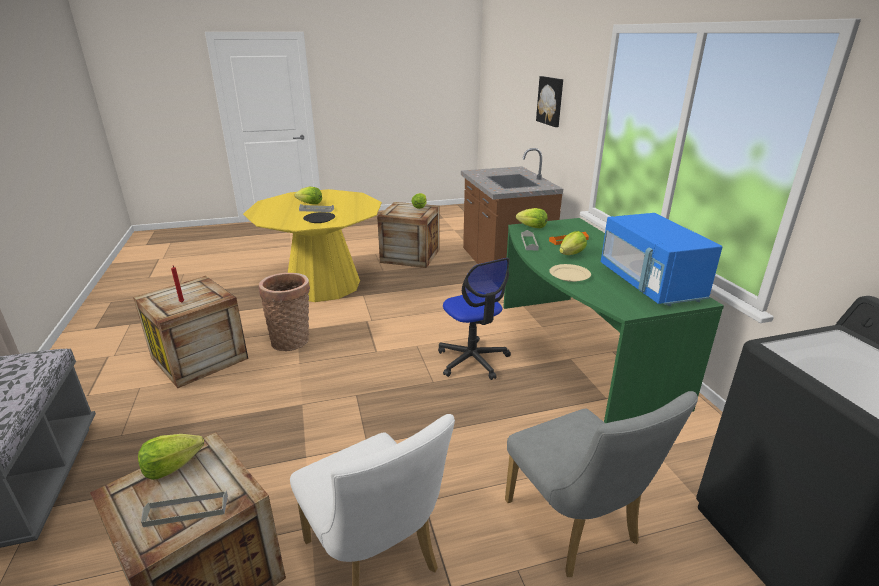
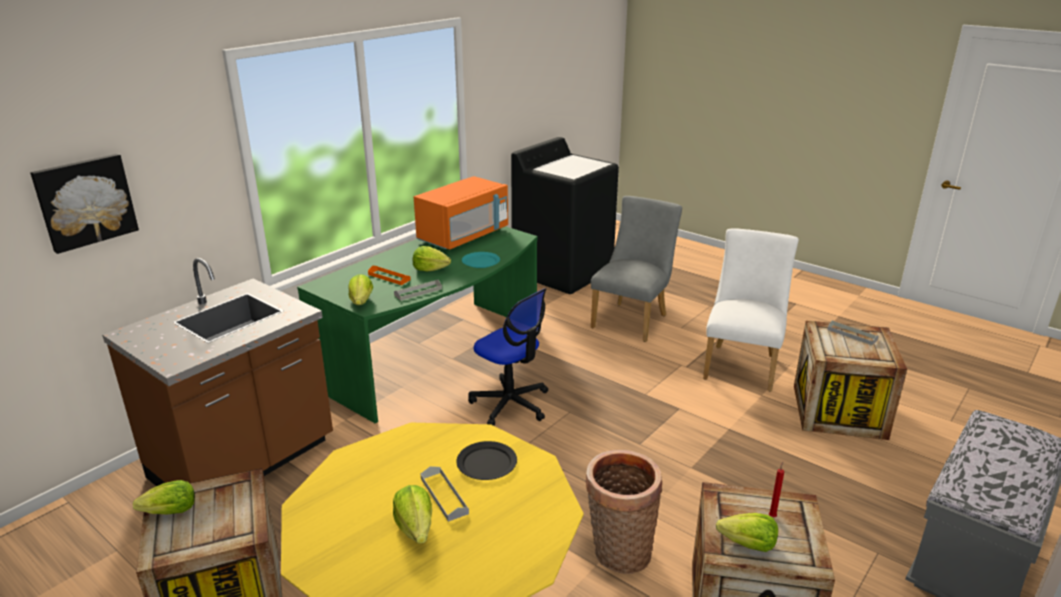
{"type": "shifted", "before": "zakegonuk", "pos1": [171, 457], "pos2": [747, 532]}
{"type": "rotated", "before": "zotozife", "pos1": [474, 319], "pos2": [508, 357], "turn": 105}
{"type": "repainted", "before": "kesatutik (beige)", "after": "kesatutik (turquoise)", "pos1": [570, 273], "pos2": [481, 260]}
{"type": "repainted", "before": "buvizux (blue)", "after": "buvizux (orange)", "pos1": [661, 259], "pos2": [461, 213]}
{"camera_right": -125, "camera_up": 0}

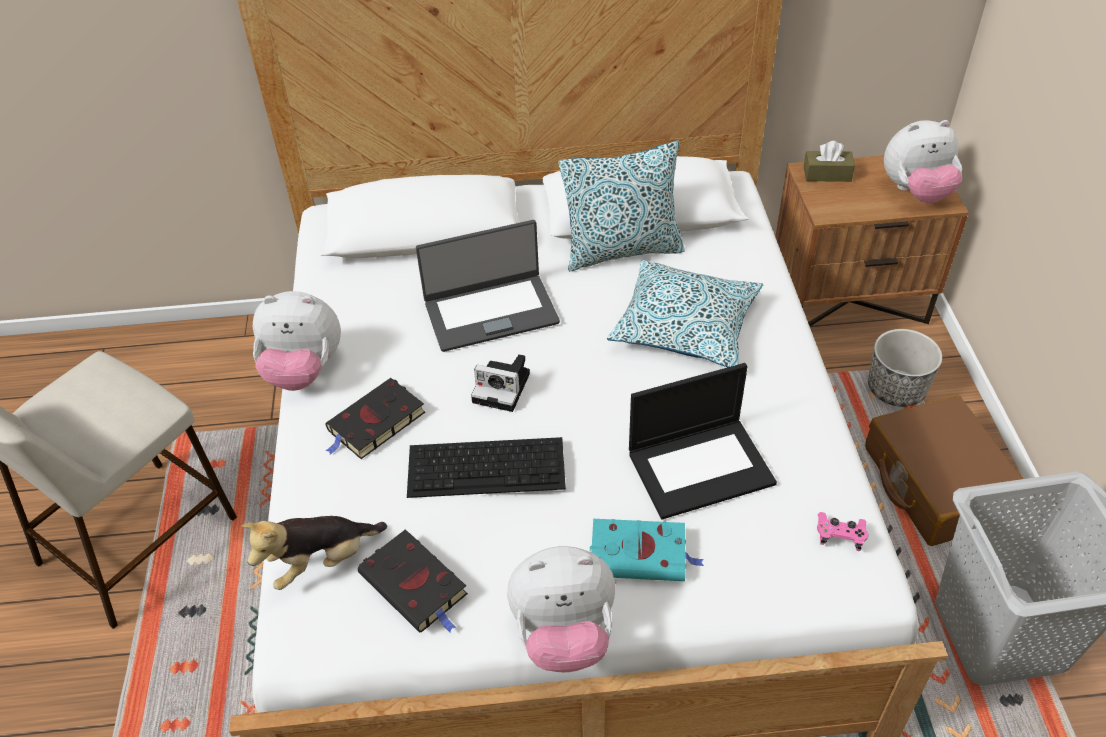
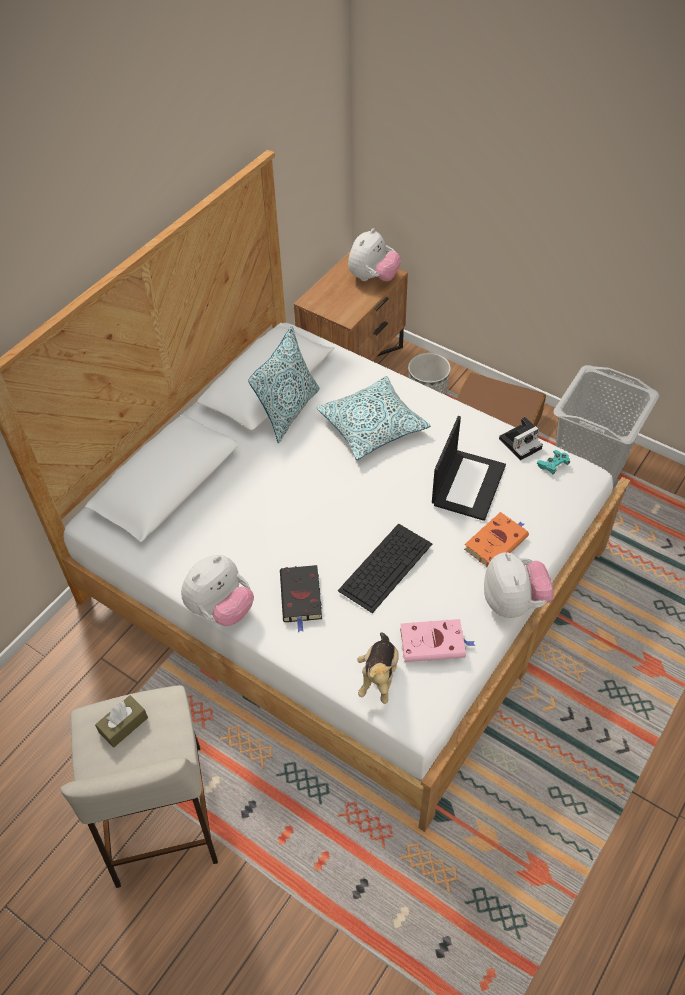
{"type": "repainted", "before": "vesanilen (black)", "after": "vesanilen (pink)", "pos1": [413, 580], "pos2": [438, 640]}
{"type": "gone", "before": "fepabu", "pos1": [488, 286]}
{"type": "shifted", "before": "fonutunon", "pos1": [500, 383], "pos2": [521, 438]}
{"type": "rotated", "before": "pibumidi", "pos1": [561, 609], "pos2": [519, 585], "turn": -45}
{"type": "repainted", "before": "vesanilen (turquoise)", "after": "vesanilen (orange)", "pos1": [647, 550], "pos2": [496, 539]}
{"type": "shifted", "before": "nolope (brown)", "pos1": [829, 161], "pos2": [121, 721]}
{"type": "repainted", "before": "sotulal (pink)", "after": "sotulal (turquoise)", "pos1": [842, 531], "pos2": [553, 462]}
{"camera_right": -50, "camera_up": 5}

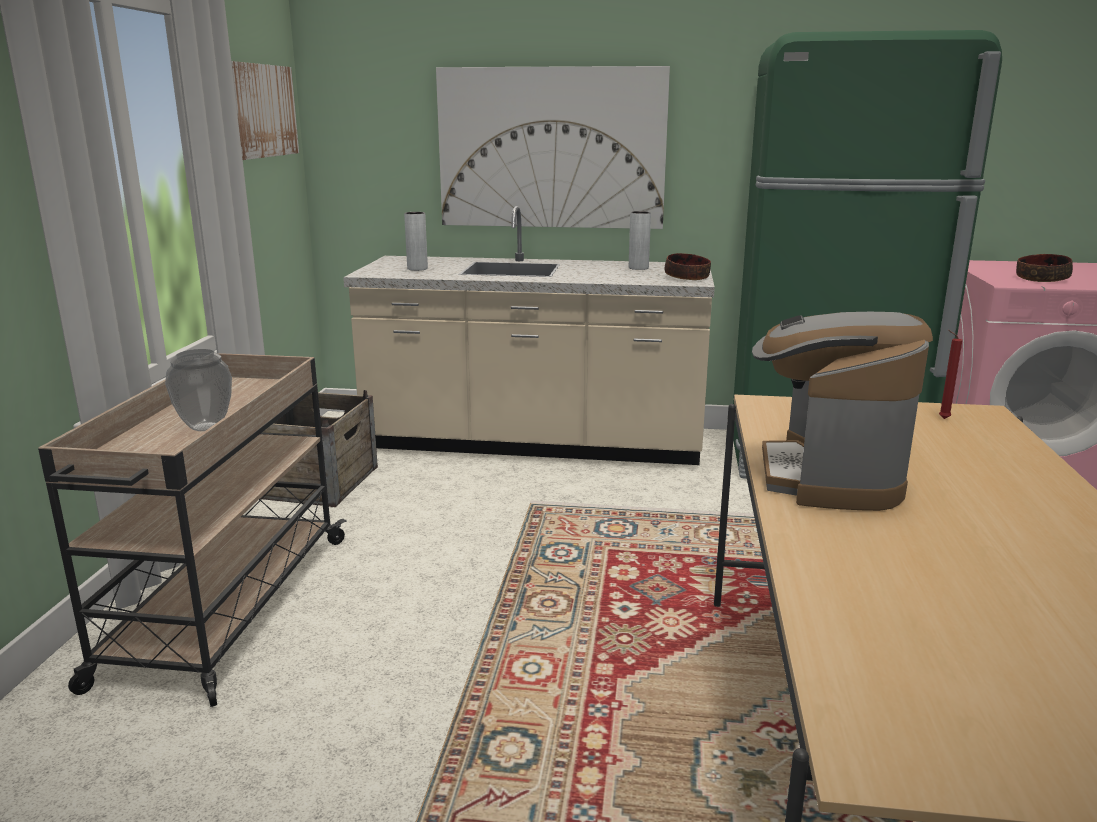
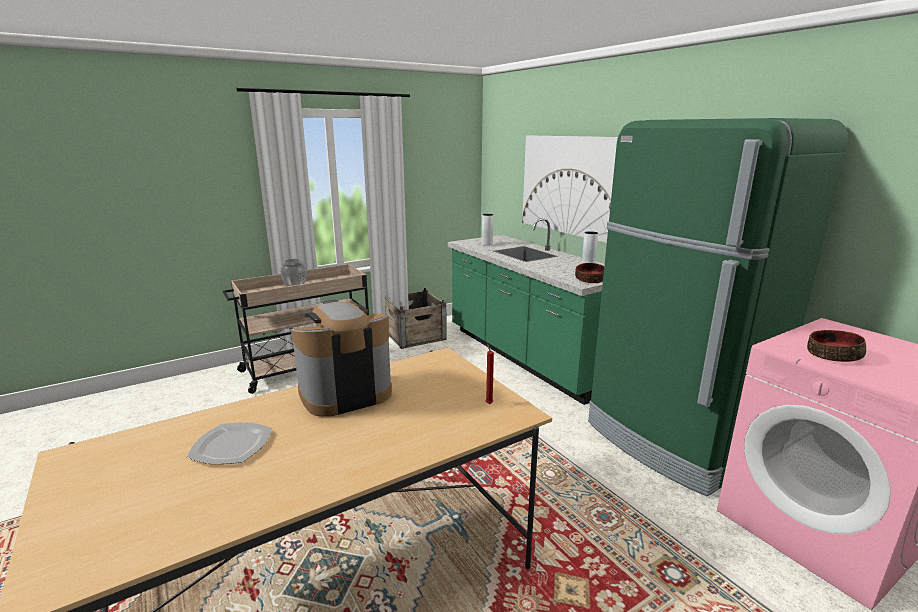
{"type": "gone", "before": "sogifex", "pos1": [265, 110]}
{"type": "repainted", "before": "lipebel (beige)", "after": "lipebel (green)", "pos1": [529, 335], "pos2": [526, 311]}
{"type": "new", "after": "kesatutik", "pos2": [229, 443]}
{"camera_right": 50, "camera_up": 0}

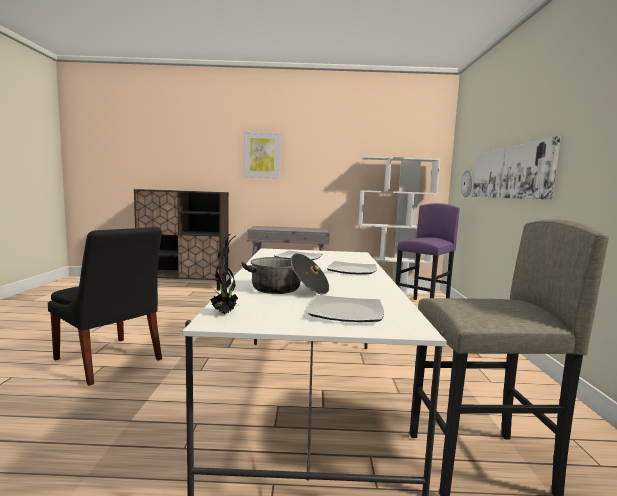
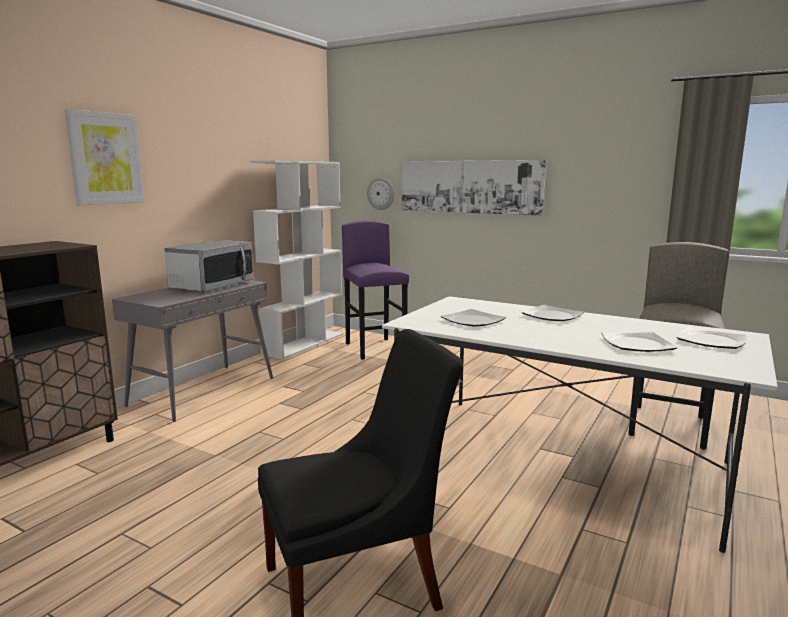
{"type": "gone", "before": "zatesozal", "pos1": [224, 274]}
{"type": "swapped", "before": "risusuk", "after": "kesatutik", "pos1": [285, 274], "pos2": [639, 342]}
{"type": "new", "after": "buvizux", "pos2": [209, 266]}
{"camera_right": -60, "camera_up": 5}

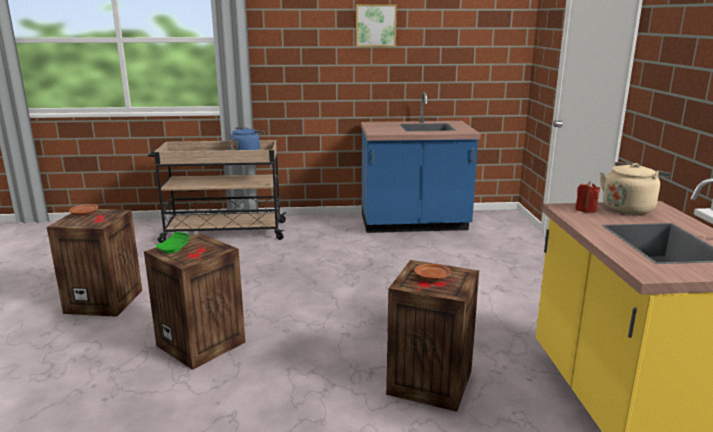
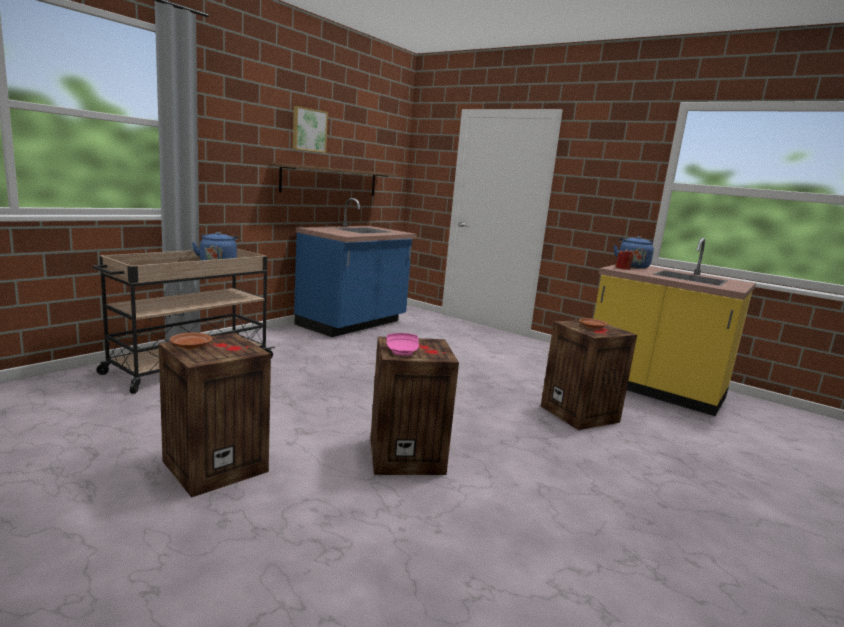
{"type": "repainted", "before": "kesatutik (green)", "after": "kesatutik (pink)", "pos1": [172, 243], "pos2": [402, 344]}
{"type": "repainted", "before": "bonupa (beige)", "after": "bonupa (blue)", "pos1": [635, 188], "pos2": [634, 252]}
{"type": "new", "after": "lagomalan", "pos2": [334, 179]}
{"camera_right": -50, "camera_up": -5}

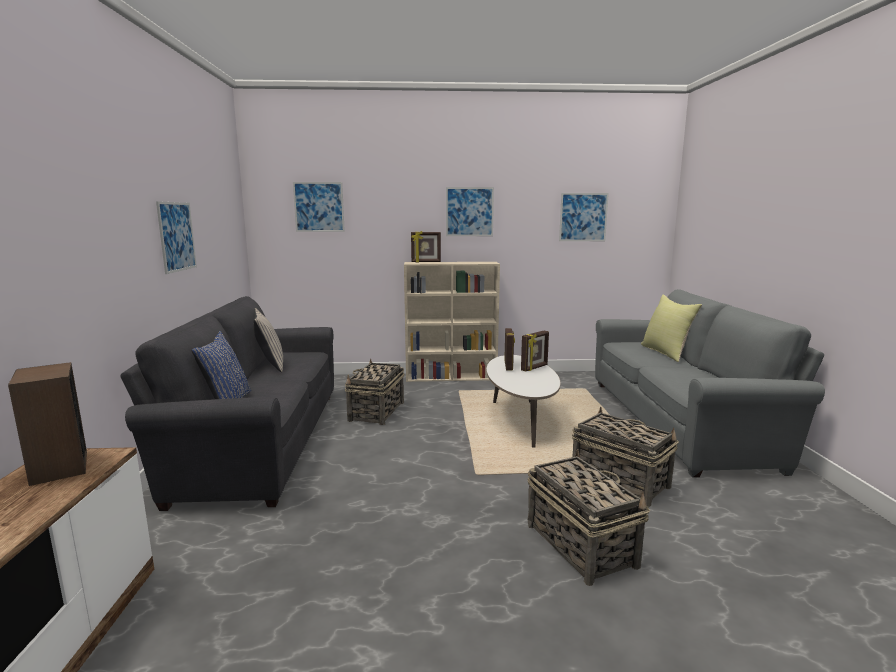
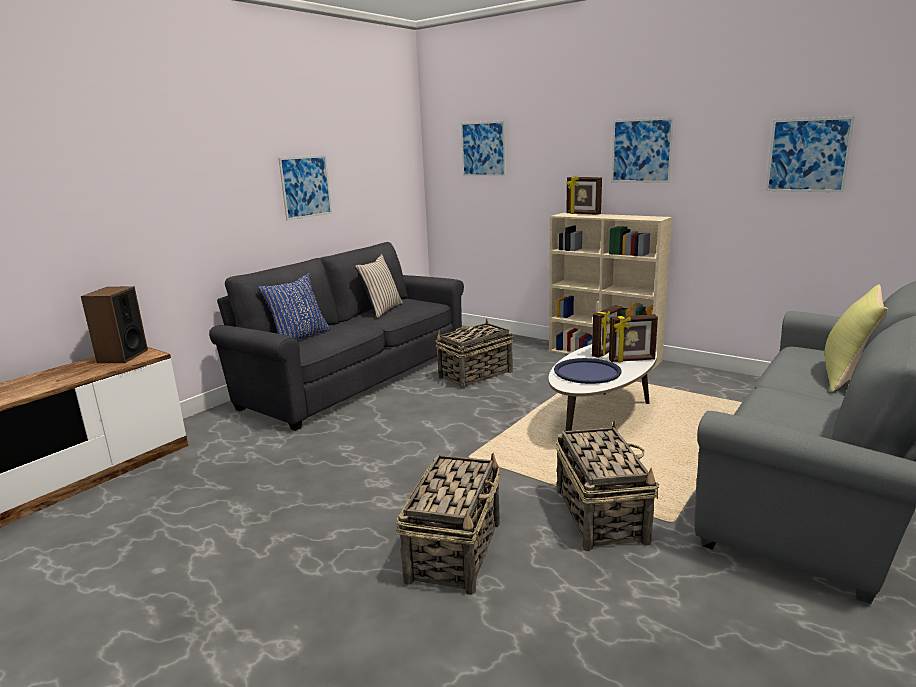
{"type": "new", "after": "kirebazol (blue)", "pos2": [588, 371]}
{"camera_right": 40, "camera_up": 5}

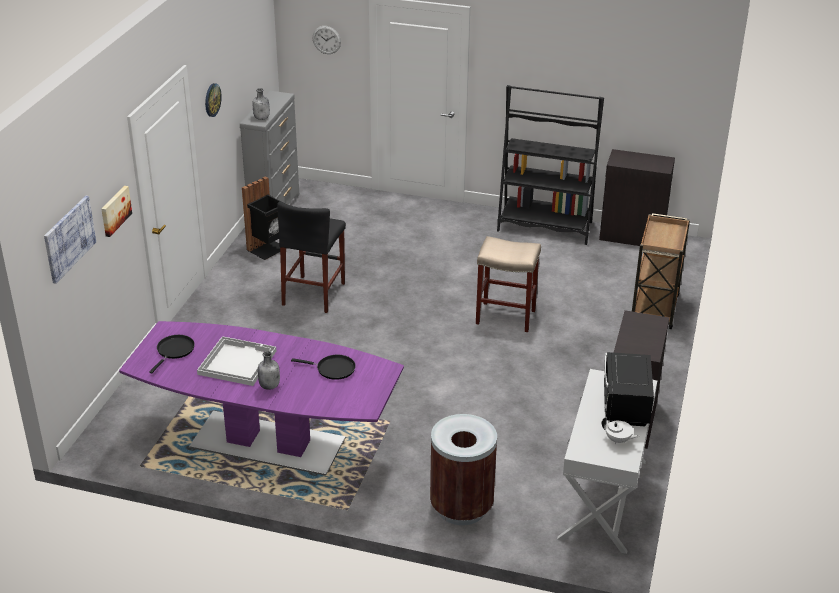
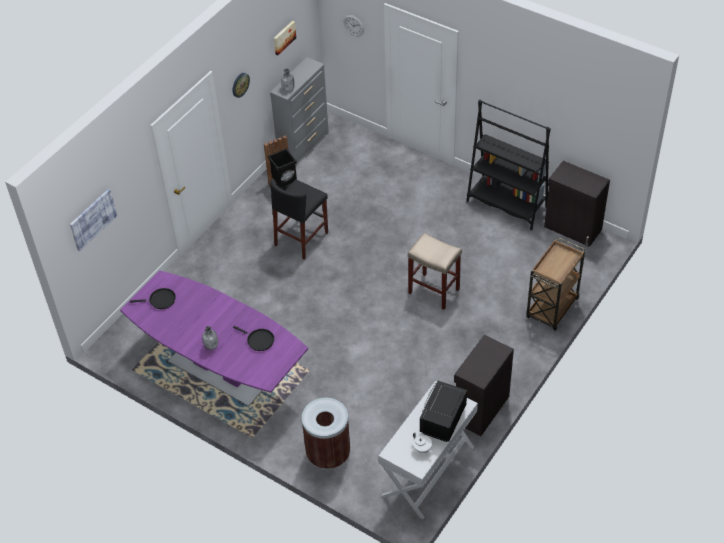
{"type": "shifted", "before": "sogifex", "pos1": [116, 211], "pos2": [285, 38]}
{"type": "rotated", "before": "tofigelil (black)", "pos1": [172, 354], "pos2": [153, 298], "turn": 45}
{"type": "gone", "before": "kirebazol (white)", "pos1": [236, 361]}
{"camera_right": 20, "camera_up": 15}

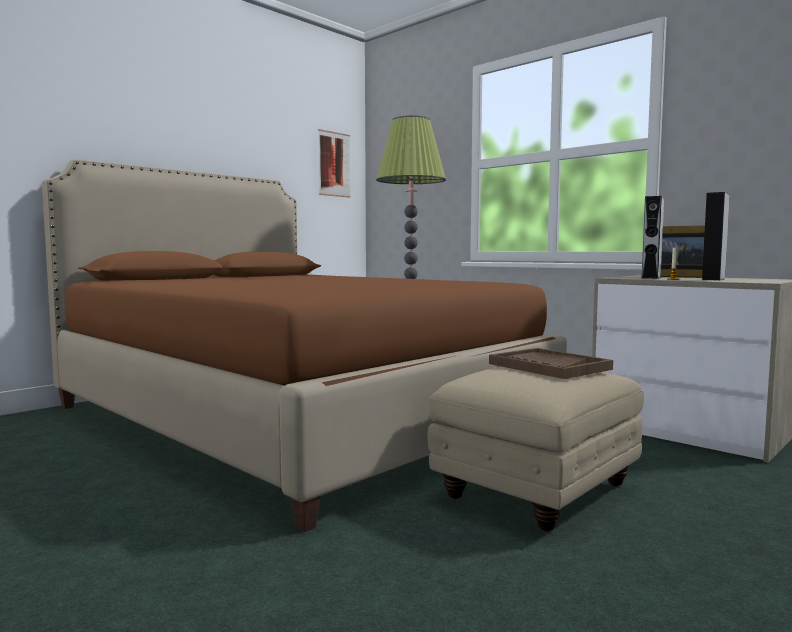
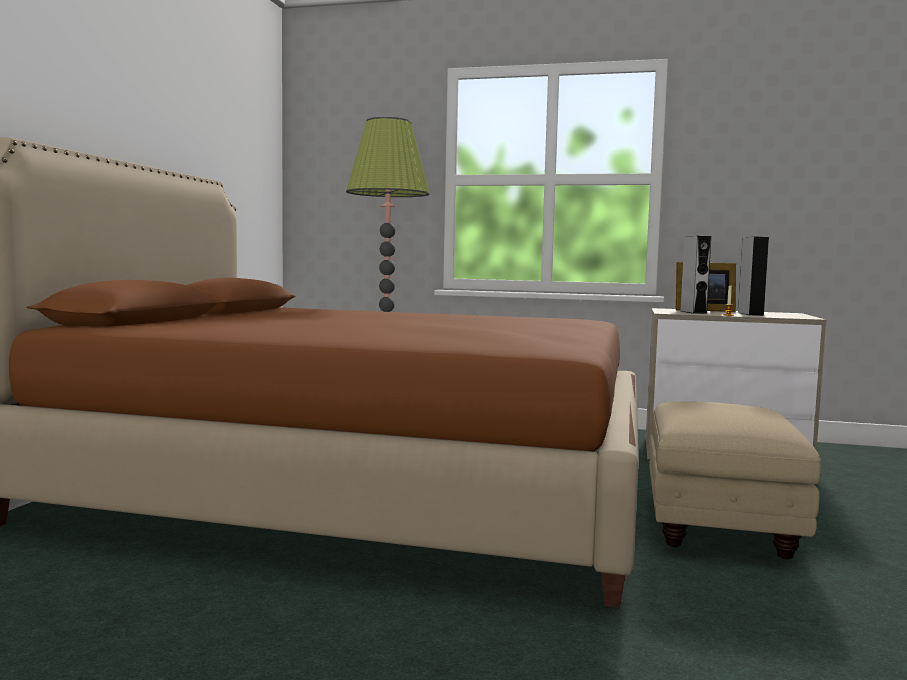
{"type": "gone", "before": "sogifex", "pos1": [334, 163]}
{"type": "gone", "before": "kirebazol (brown)", "pos1": [551, 363]}
{"camera_right": -30, "camera_up": 0}

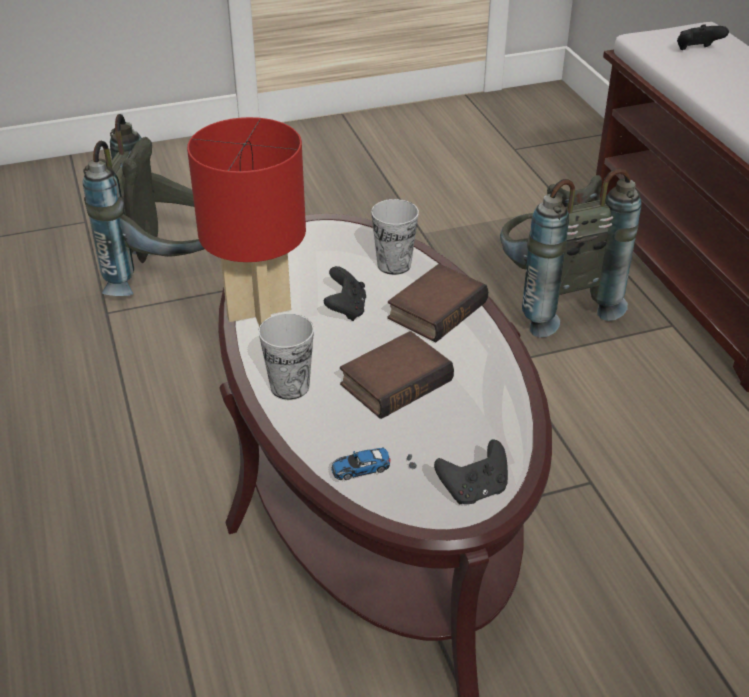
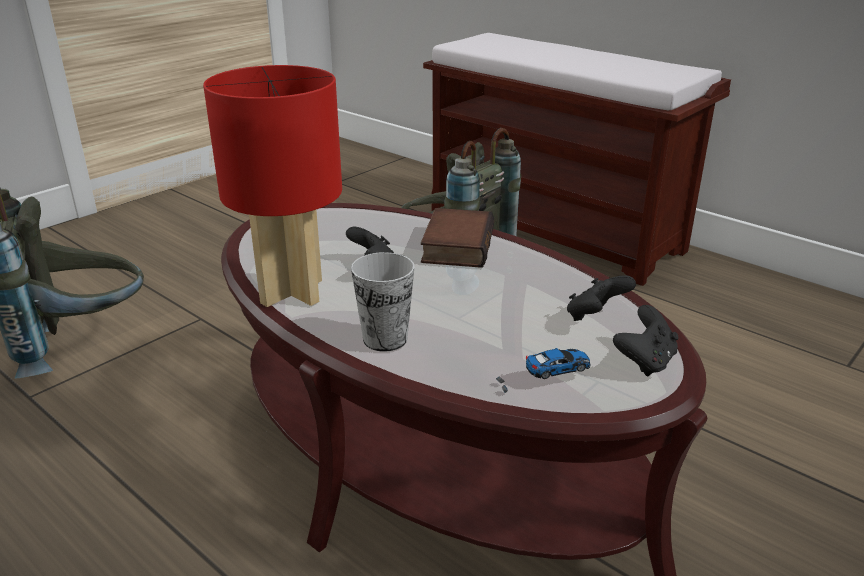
{"type": "rotated", "before": "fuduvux", "pos1": [374, 464], "pos2": [543, 370], "turn": -150}
{"type": "gone", "before": "vesanilen", "pos1": [397, 375]}
{"type": "gone", "before": "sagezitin", "pos1": [395, 237]}
{"type": "shifted", "before": "sotulal (black)", "pos1": [703, 37], "pos2": [601, 298]}
{"camera_right": -30, "camera_up": -10}

